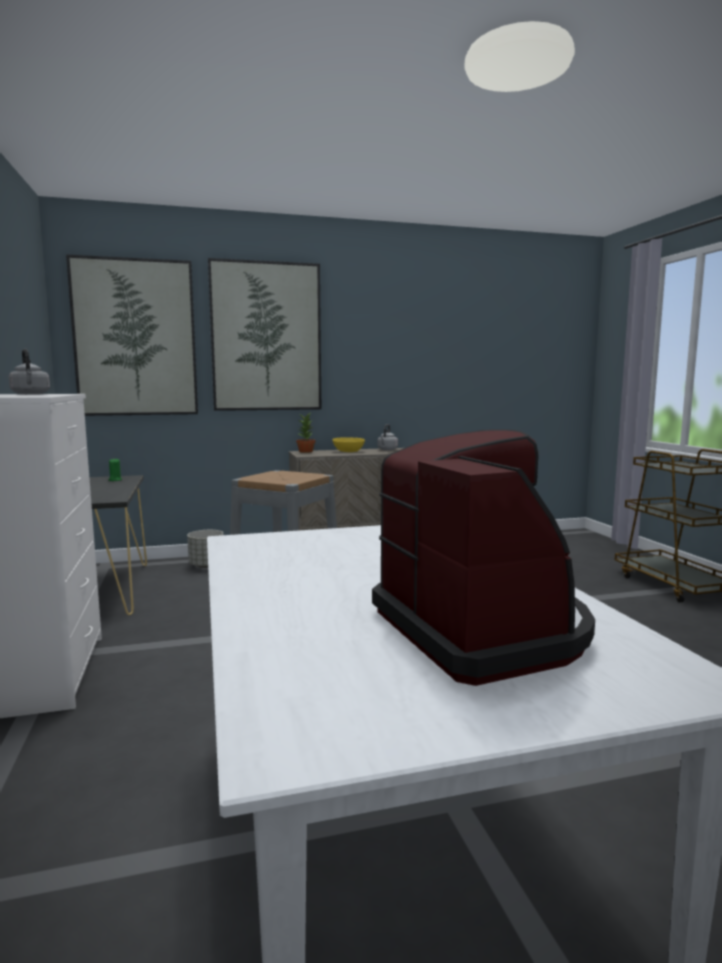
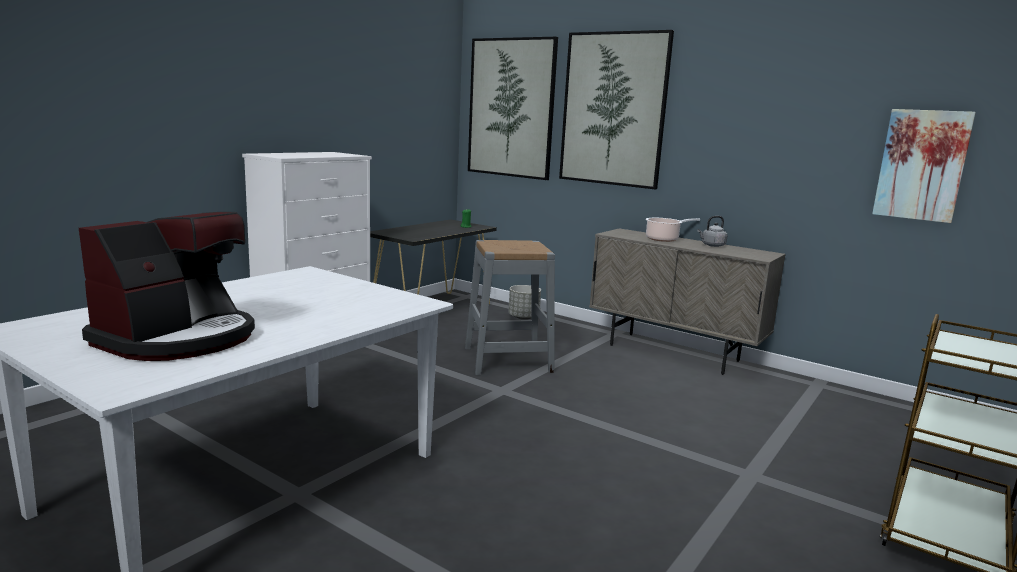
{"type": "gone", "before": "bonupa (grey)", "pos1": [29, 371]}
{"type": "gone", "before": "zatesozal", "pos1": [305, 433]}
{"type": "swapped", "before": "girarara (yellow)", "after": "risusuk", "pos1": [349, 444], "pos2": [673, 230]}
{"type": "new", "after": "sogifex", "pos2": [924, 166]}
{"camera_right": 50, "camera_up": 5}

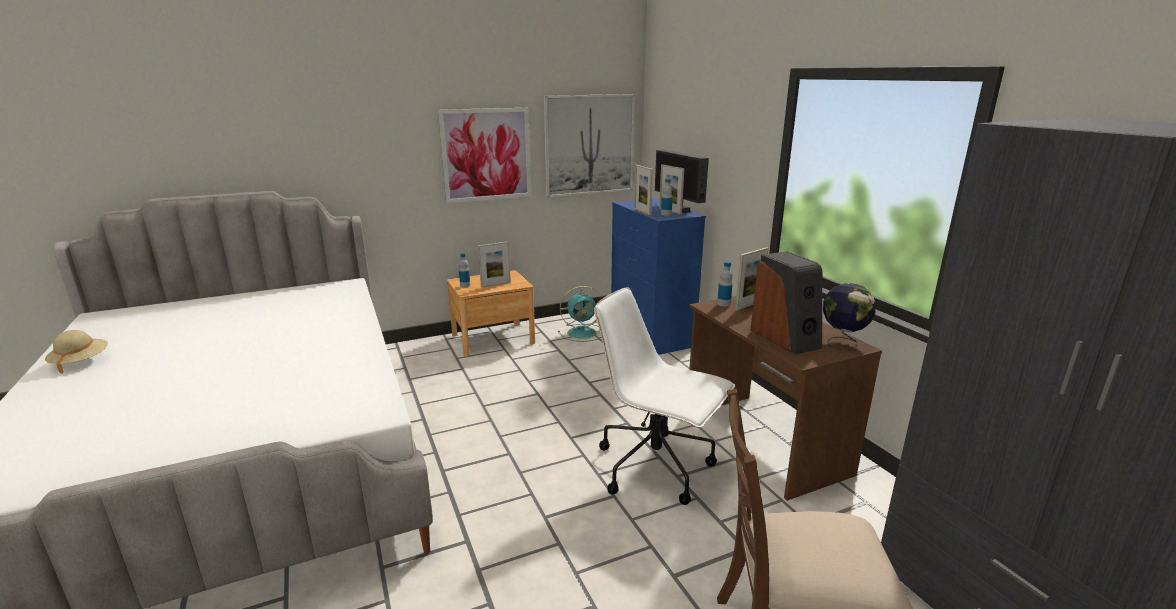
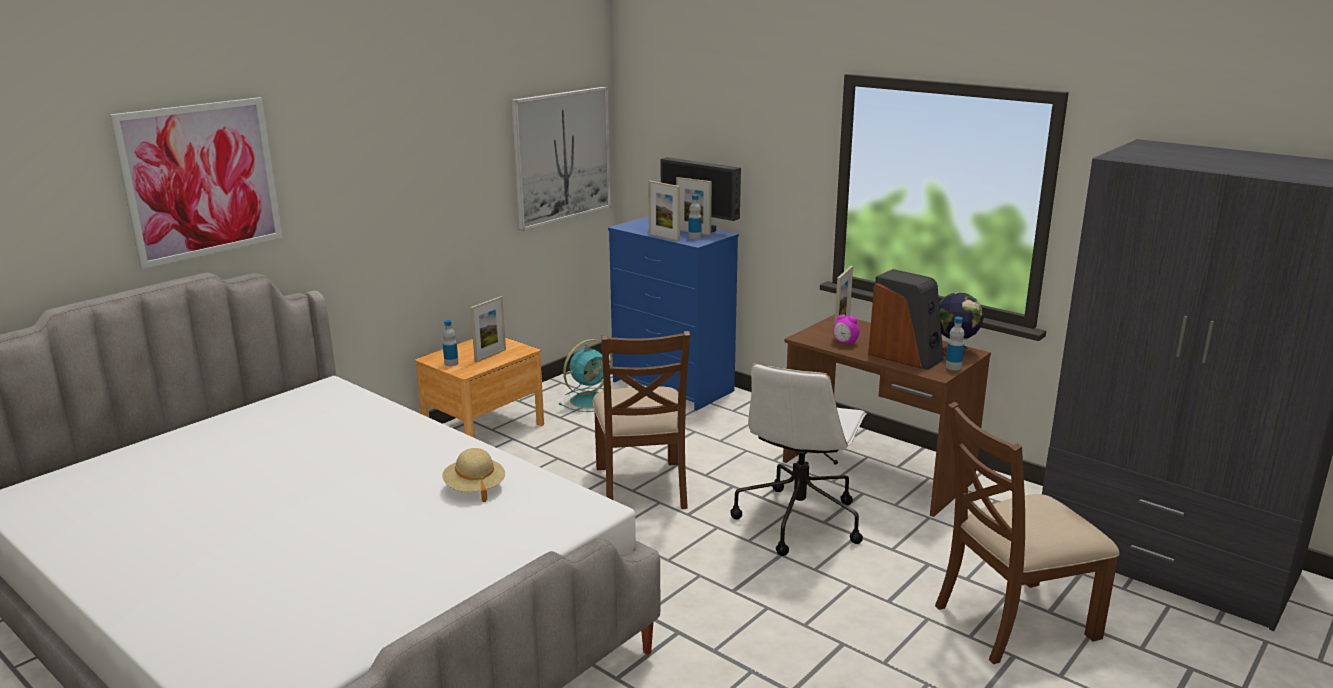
{"type": "shifted", "before": "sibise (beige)", "pos1": [76, 352], "pos2": [473, 475]}
{"type": "shifted", "before": "sogifex", "pos1": [484, 155], "pos2": [196, 183]}
{"type": "rotated", "before": "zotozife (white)", "pos1": [664, 396], "pos2": [798, 459], "turn": -75}
{"type": "shifted", "before": "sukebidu", "pos1": [725, 284], "pos2": [955, 343]}
{"type": "new", "after": "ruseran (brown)", "pos2": [641, 420]}
{"type": "new", "after": "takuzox", "pos2": [846, 329]}
{"camera_right": -25, "camera_up": 0}

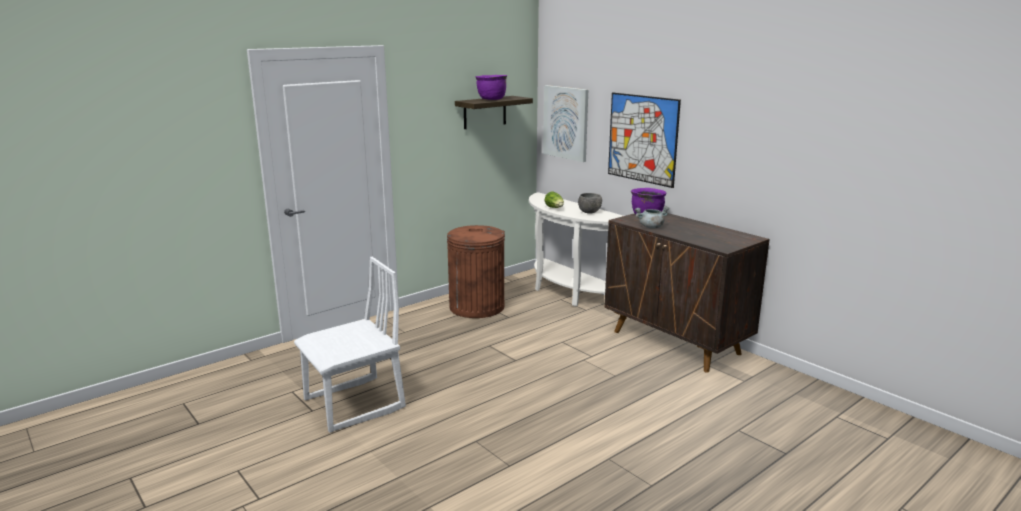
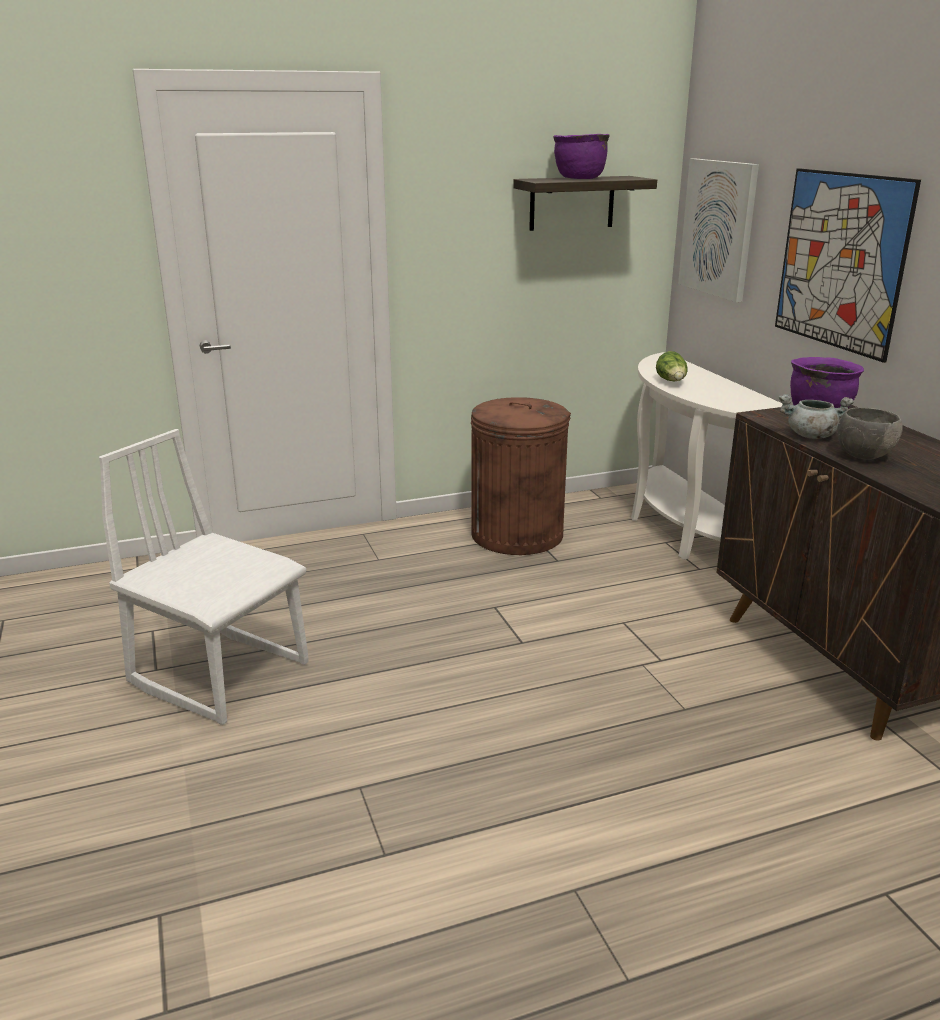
{"type": "rotated", "before": "ruseran (white)", "pos1": [350, 345], "pos2": [204, 577], "turn": -135}
{"type": "shifted", "before": "girarara (grey)", "pos1": [590, 203], "pos2": [870, 433]}
{"camera_right": 20, "camera_up": 5}

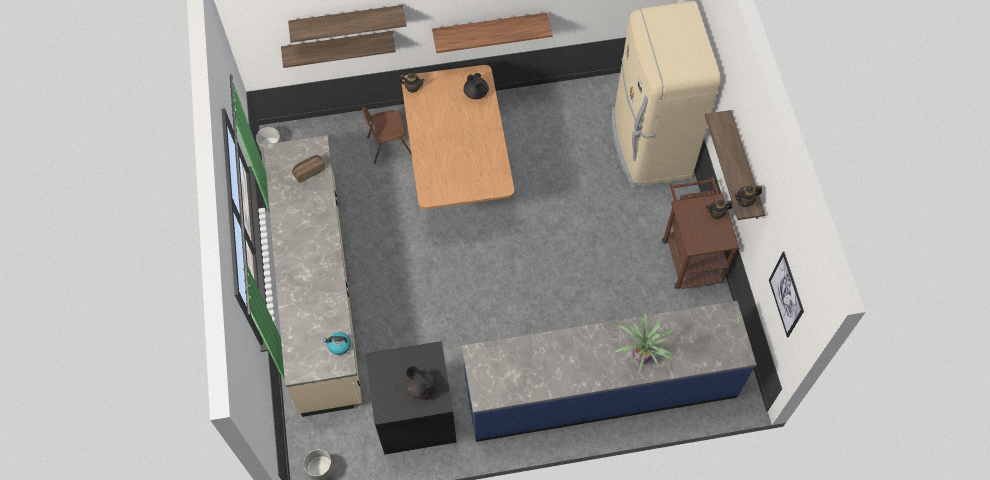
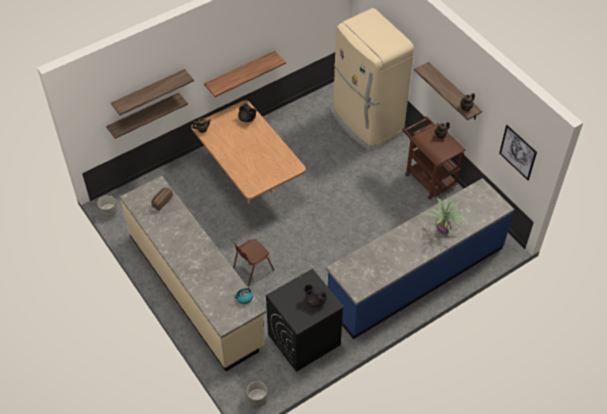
{"type": "shifted", "before": "ruseran (brown)", "pos1": [387, 135], "pos2": [253, 262]}
{"camera_right": -25, "camera_up": -10}

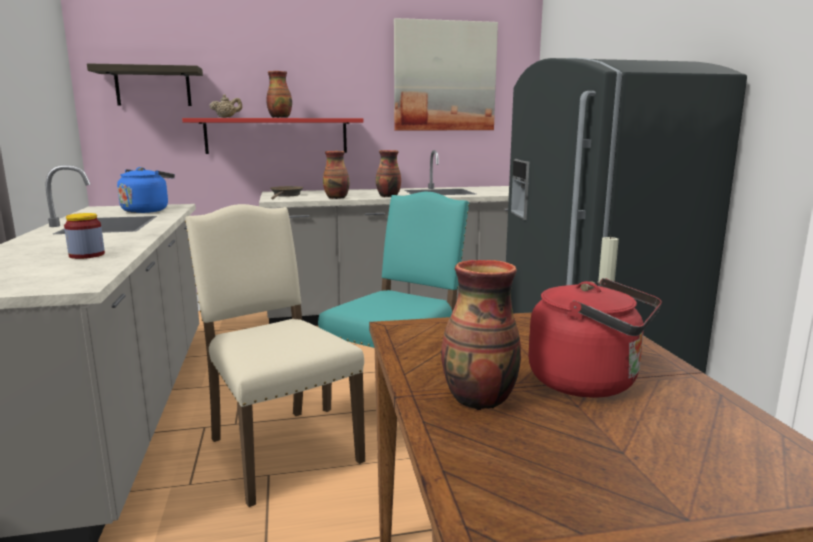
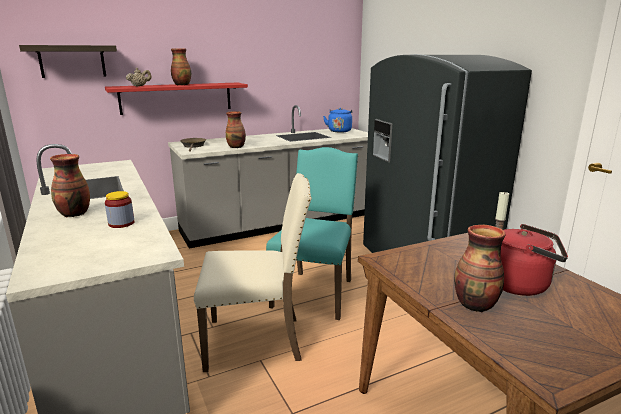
{"type": "shifted", "before": "bonupa (blue)", "pos1": [146, 190], "pos2": [338, 120]}
{"type": "rotated", "before": "ruseran (beige)", "pos1": [275, 355], "pos2": [253, 272], "turn": 135}
{"type": "shifted", "before": "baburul", "pos1": [388, 173], "pos2": [70, 186]}
{"type": "gone", "before": "sogifex", "pos1": [446, 74]}
{"camera_right": -15, "camera_up": 5}

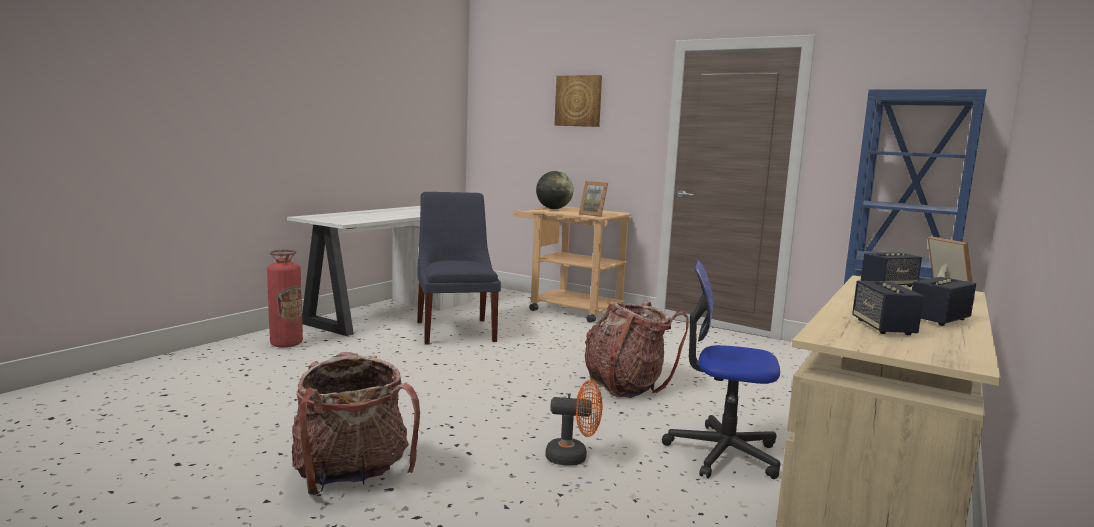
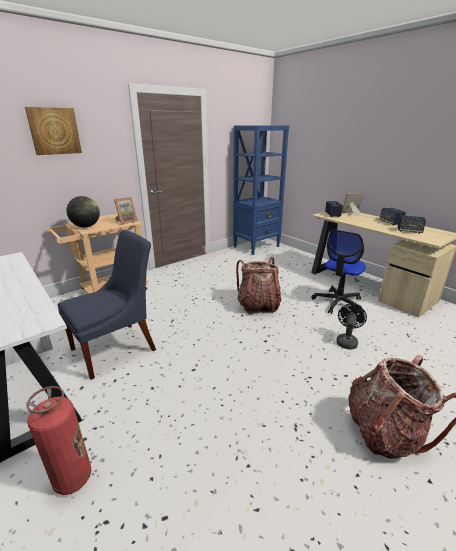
{"type": "rotated", "before": "ruseran (blue)", "pos1": [459, 268], "pos2": [107, 305], "turn": 135}
{"type": "repainted", "before": "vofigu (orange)", "after": "vofigu (black)", "pos1": [574, 423], "pos2": [351, 326]}
{"camera_right": -70, "camera_up": 15}

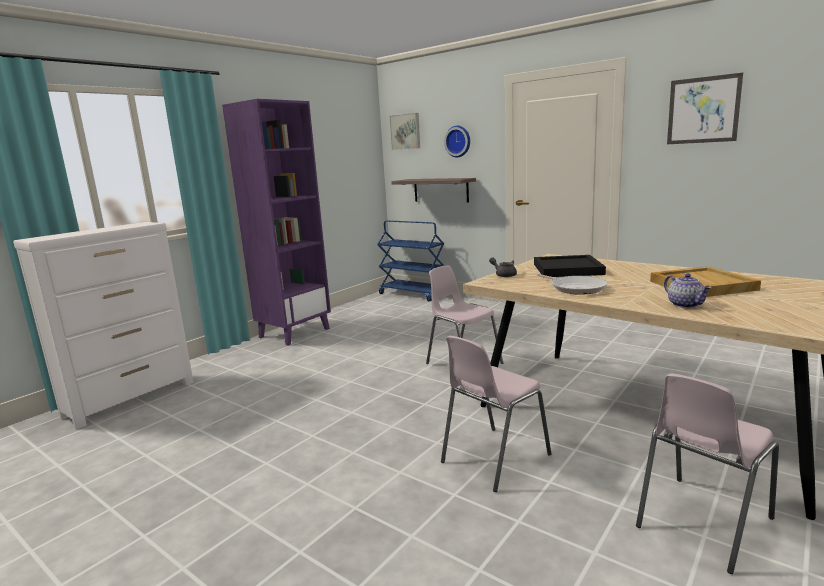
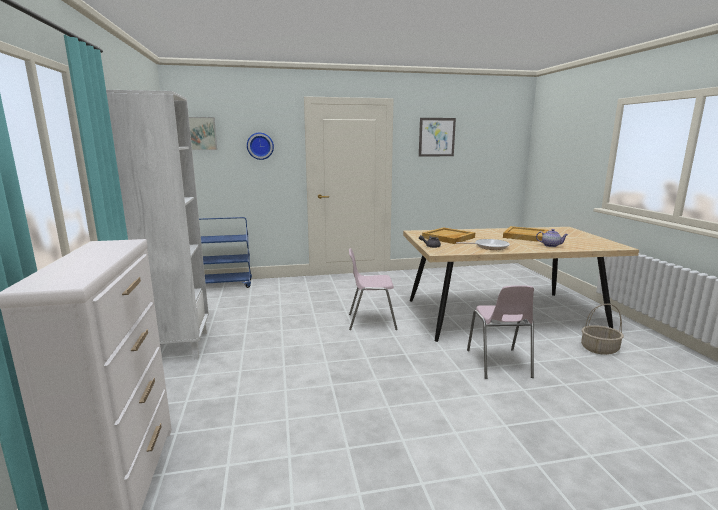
{"type": "repainted", "before": "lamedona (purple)", "after": "lamedona (white)", "pos1": [276, 222], "pos2": [157, 224]}
{"type": "gone", "before": "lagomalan", "pos1": [433, 190]}
{"type": "repainted", "before": "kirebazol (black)", "after": "kirebazol (beige)", "pos1": [570, 266], "pos2": [448, 235]}
{"type": "swapped", "before": "ruseran (pink)", "after": "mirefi", "pos1": [707, 473], "pos2": [602, 329]}
{"camera_right": -50, "camera_up": 0}

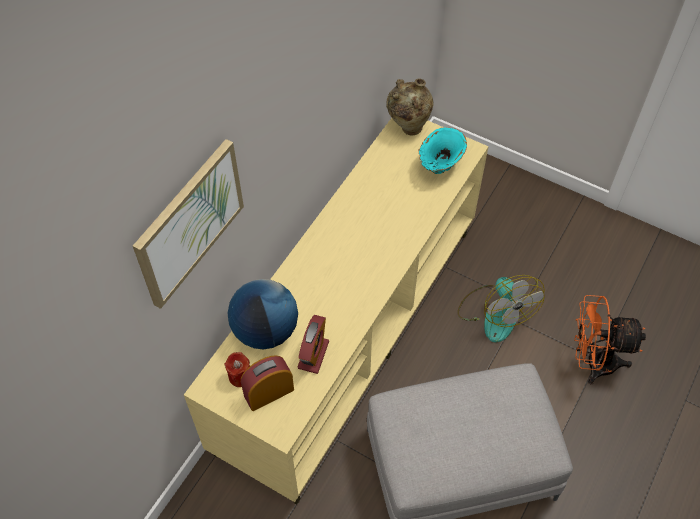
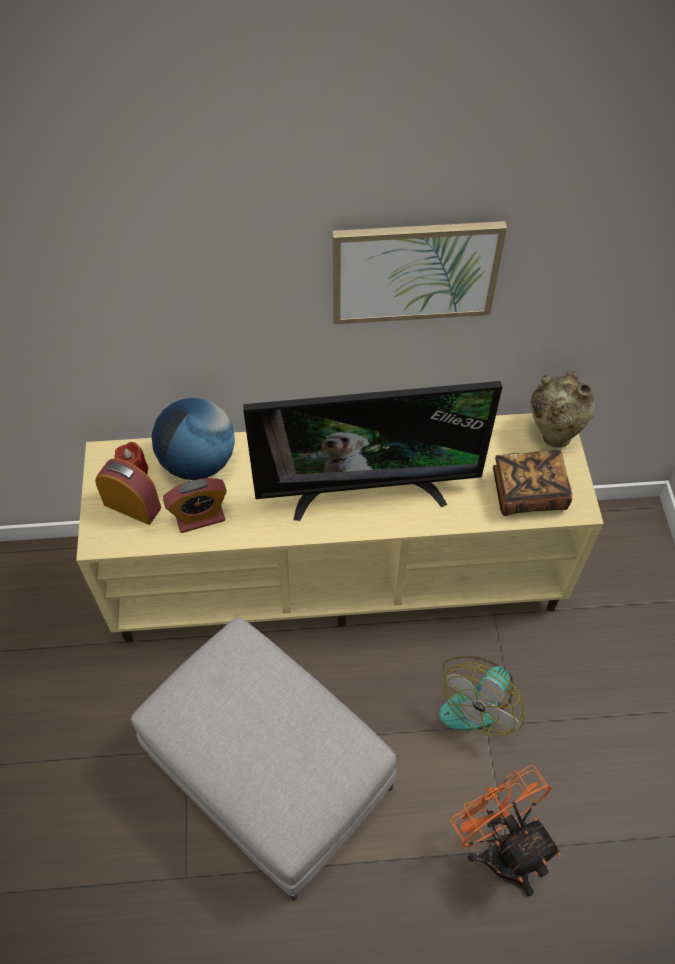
{"type": "shifted", "before": "sogifex", "pos1": [188, 224], "pos2": [419, 272]}
{"type": "swapped", "before": "baburul (turquoise)", "after": "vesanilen", "pos1": [442, 151], "pos2": [532, 483]}
{"type": "new", "after": "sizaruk", "pos2": [372, 451]}
{"camera_right": 55, "camera_up": 0}

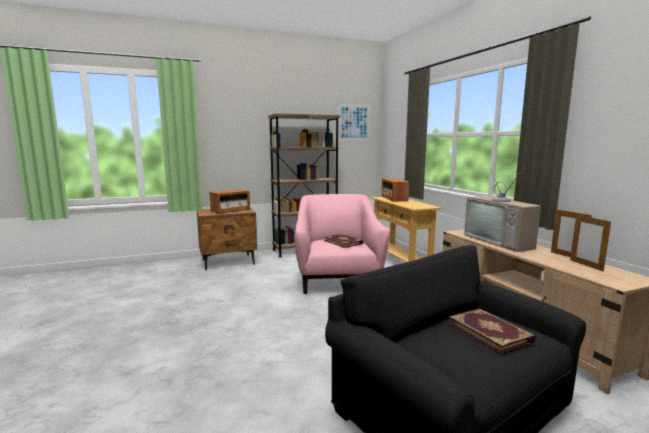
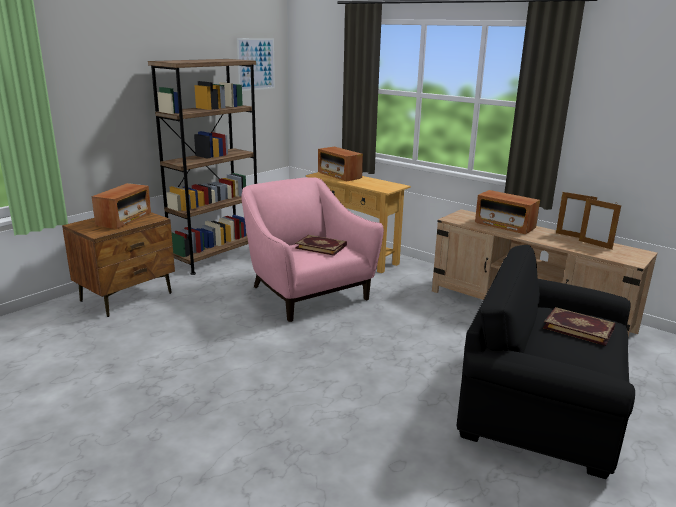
{"type": "swapped", "before": "sizaruk", "after": "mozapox", "pos1": [502, 208], "pos2": [507, 212]}
{"camera_right": -30, "camera_up": 10}

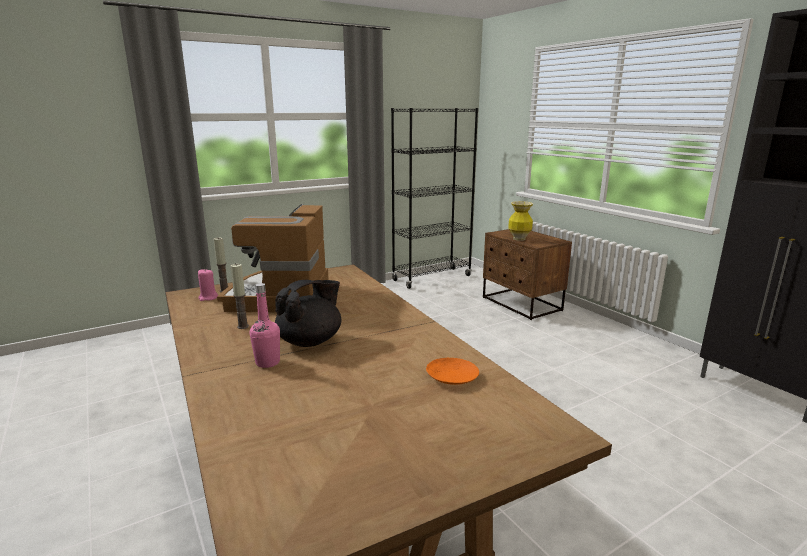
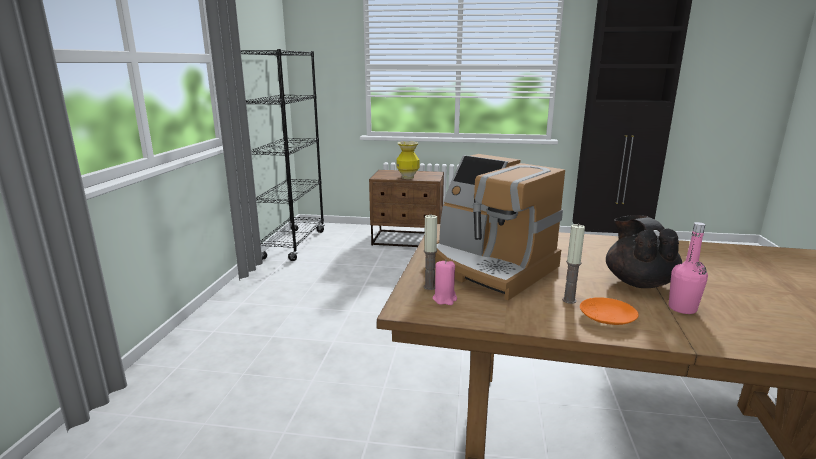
{"type": "shifted", "before": "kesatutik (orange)", "pos1": [452, 371], "pos2": [609, 311]}
{"camera_right": -50, "camera_up": 0}

